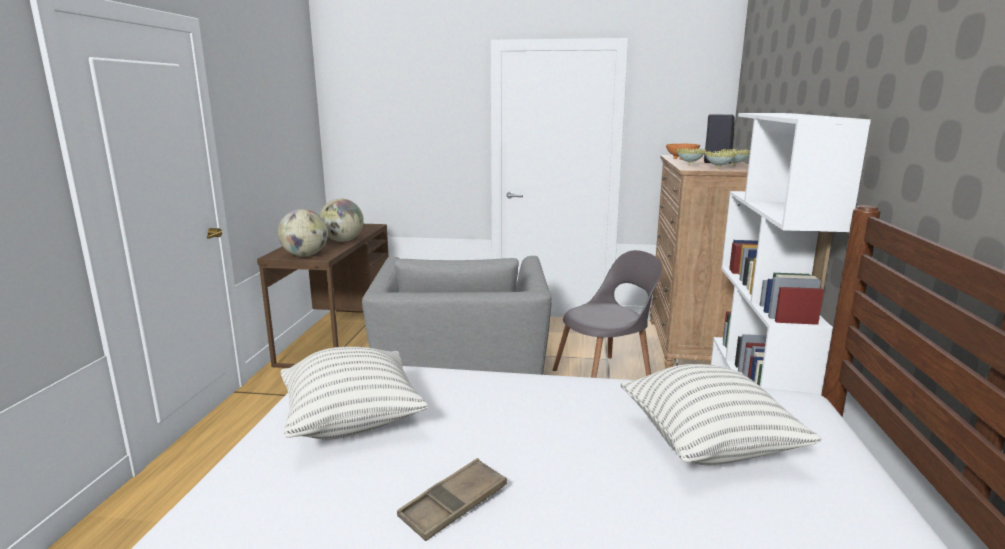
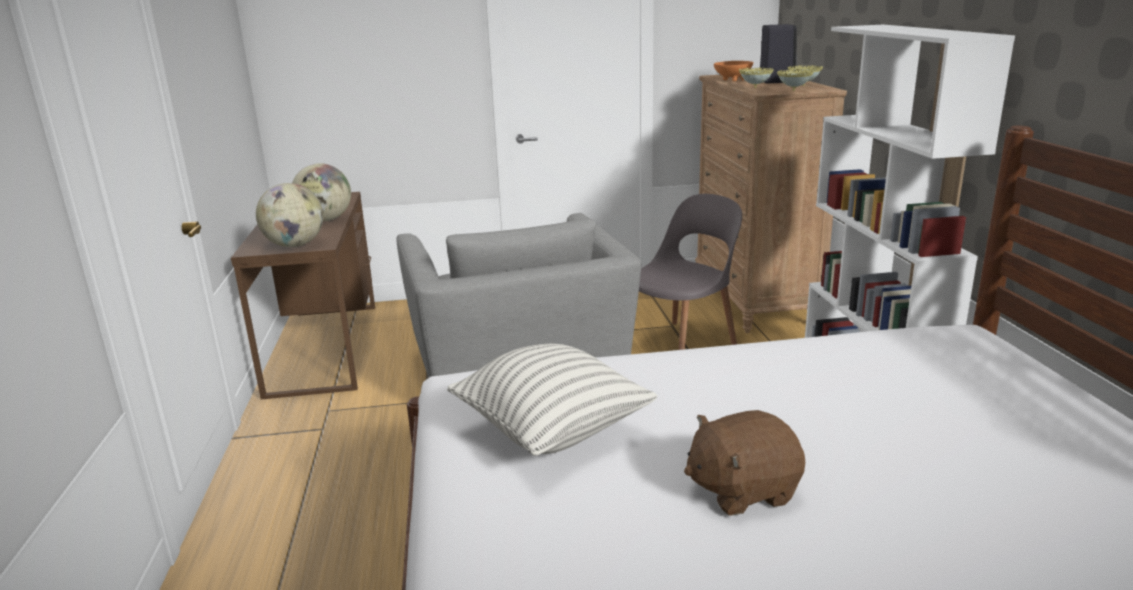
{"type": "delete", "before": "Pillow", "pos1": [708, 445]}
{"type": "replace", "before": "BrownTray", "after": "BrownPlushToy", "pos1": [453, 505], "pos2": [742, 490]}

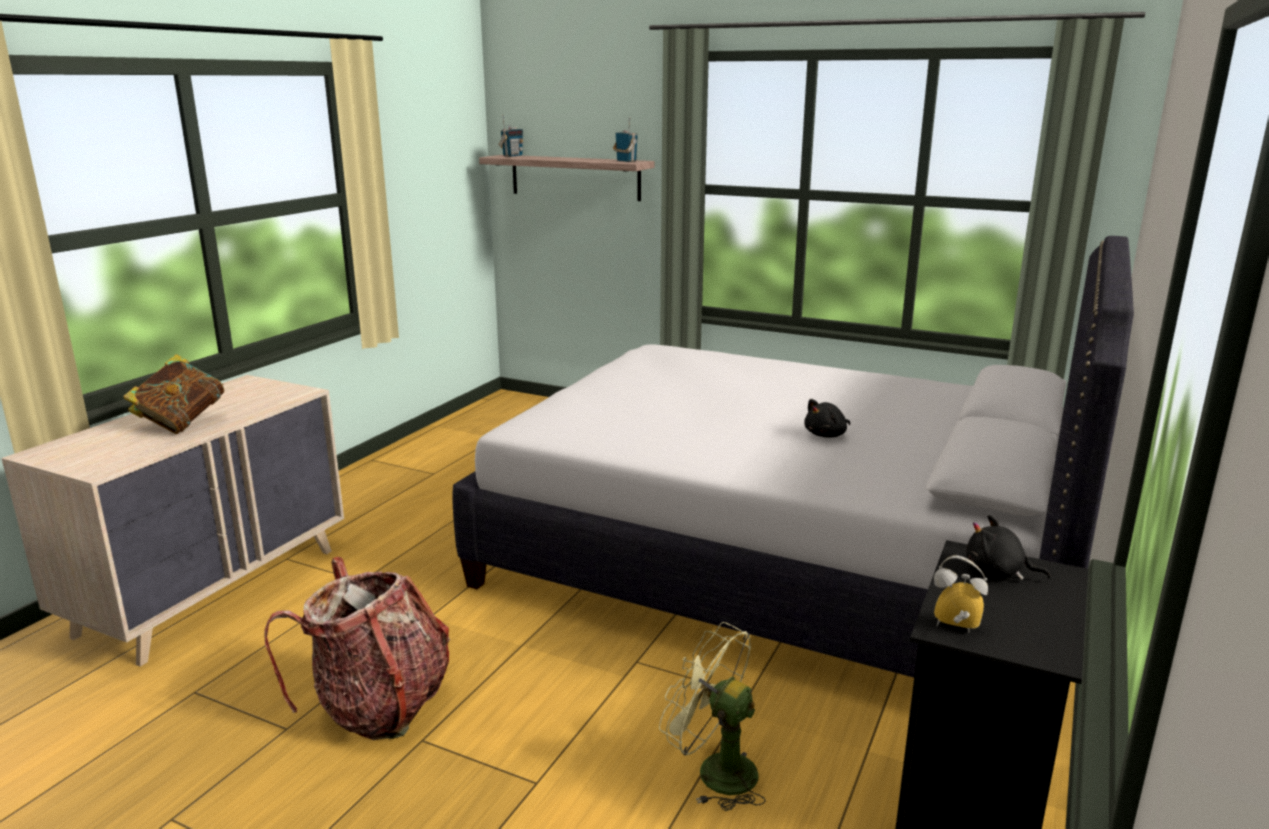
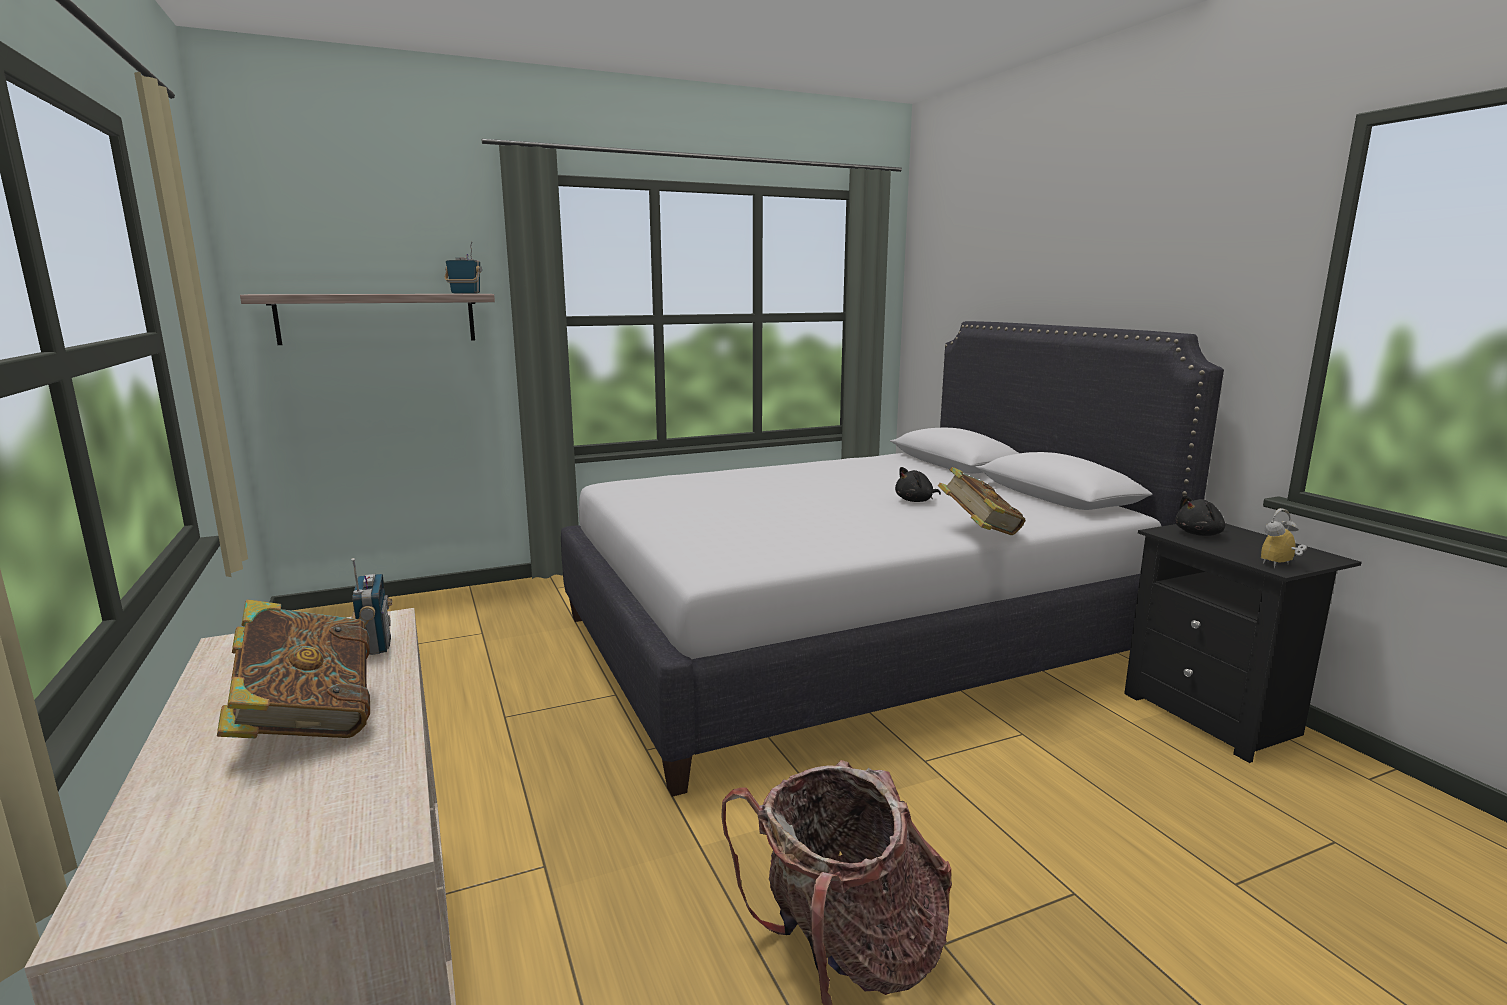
{"type": "delete", "before": "GreenFan", "pos1": [714, 771]}
{"type": "insert", "after": "Book", "pos2": [979, 532]}
{"type": "move", "before": "Radio", "pos1": [512, 156], "pos2": [374, 645]}
{"type": "rotate", "before": "BlackPlushToy", "pos1": [827, 435], "pos2": [916, 501], "turn": 60}

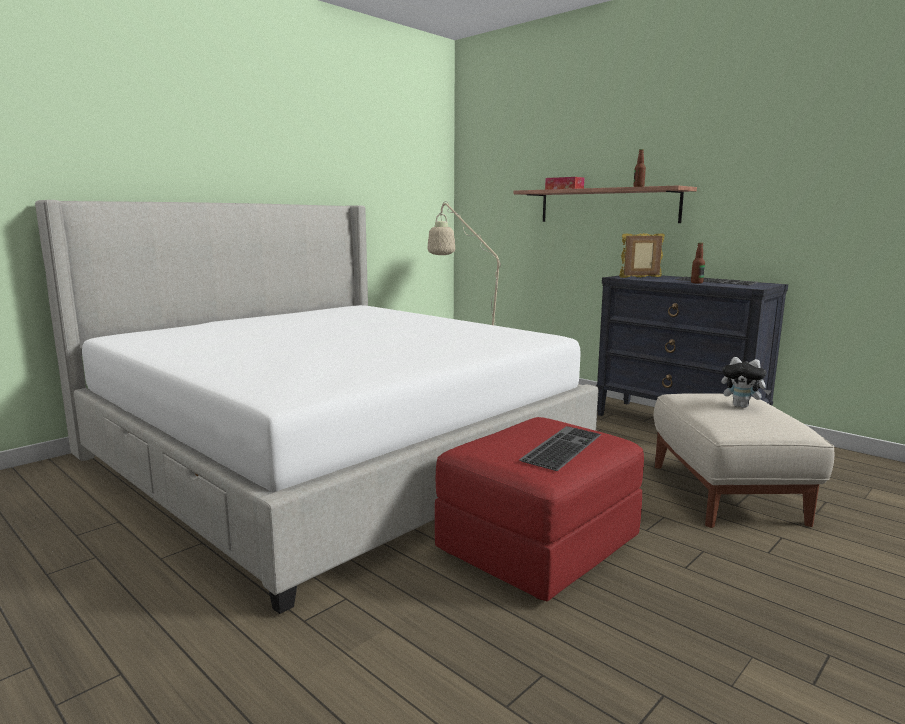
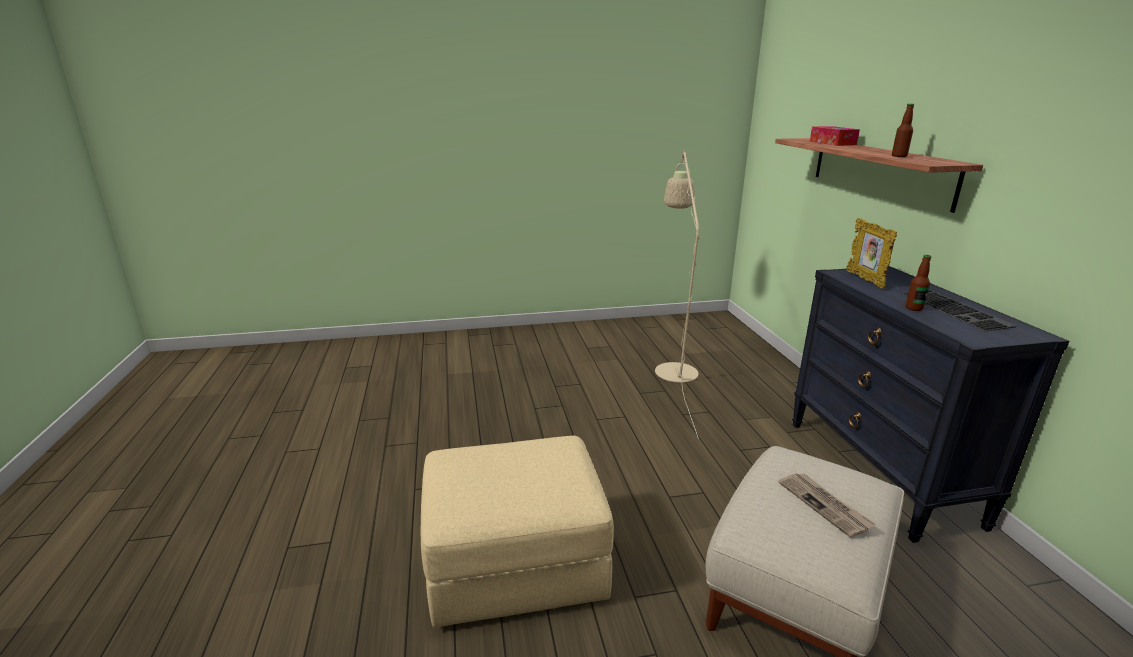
{"type": "delete", "before": "Bed", "pos1": [332, 456]}
{"type": "delete", "before": "Keyboard", "pos1": [560, 447]}
{"type": "replace", "before": "PlushToy", "after": "Newspaper", "pos1": [742, 406], "pos2": [825, 505]}
{"type": "recolor", "before": "RedOttoman", "after": "BeigeOttoman", "pos1": [538, 545], "pos2": [516, 563]}
{"type": "rotate", "before": "PictureFrame", "pos1": [640, 277], "pos2": [865, 280], "turn": -120}

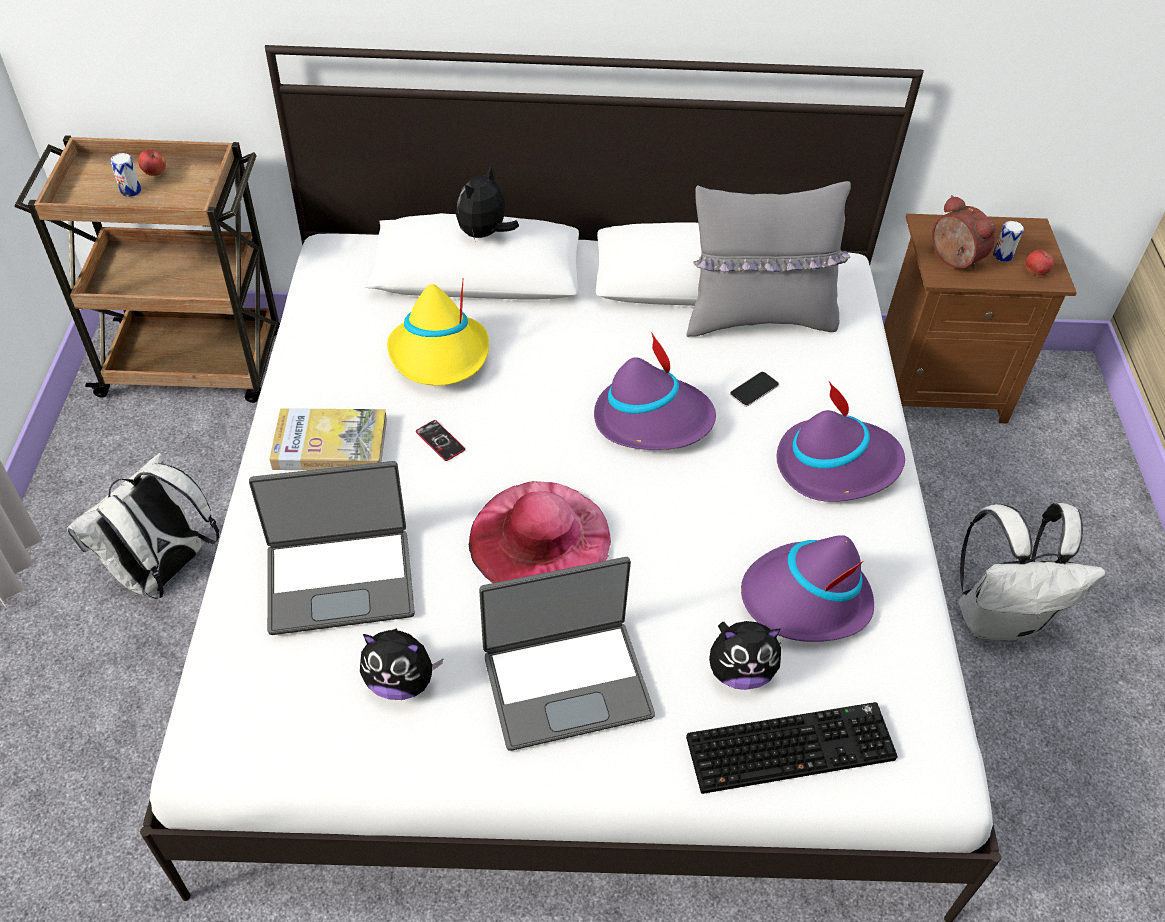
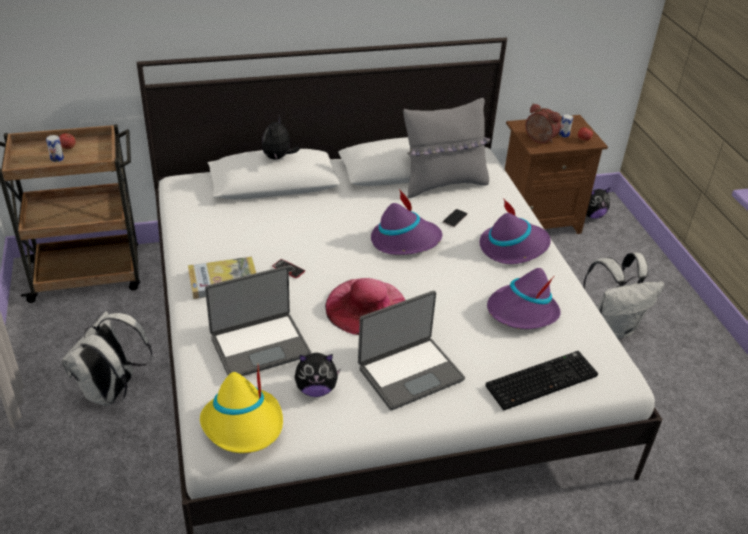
{"type": "move", "before": "YellowHat", "pos1": [440, 356], "pos2": [244, 425]}
{"type": "move", "before": "PlushToy", "pos1": [739, 672], "pos2": [592, 215]}

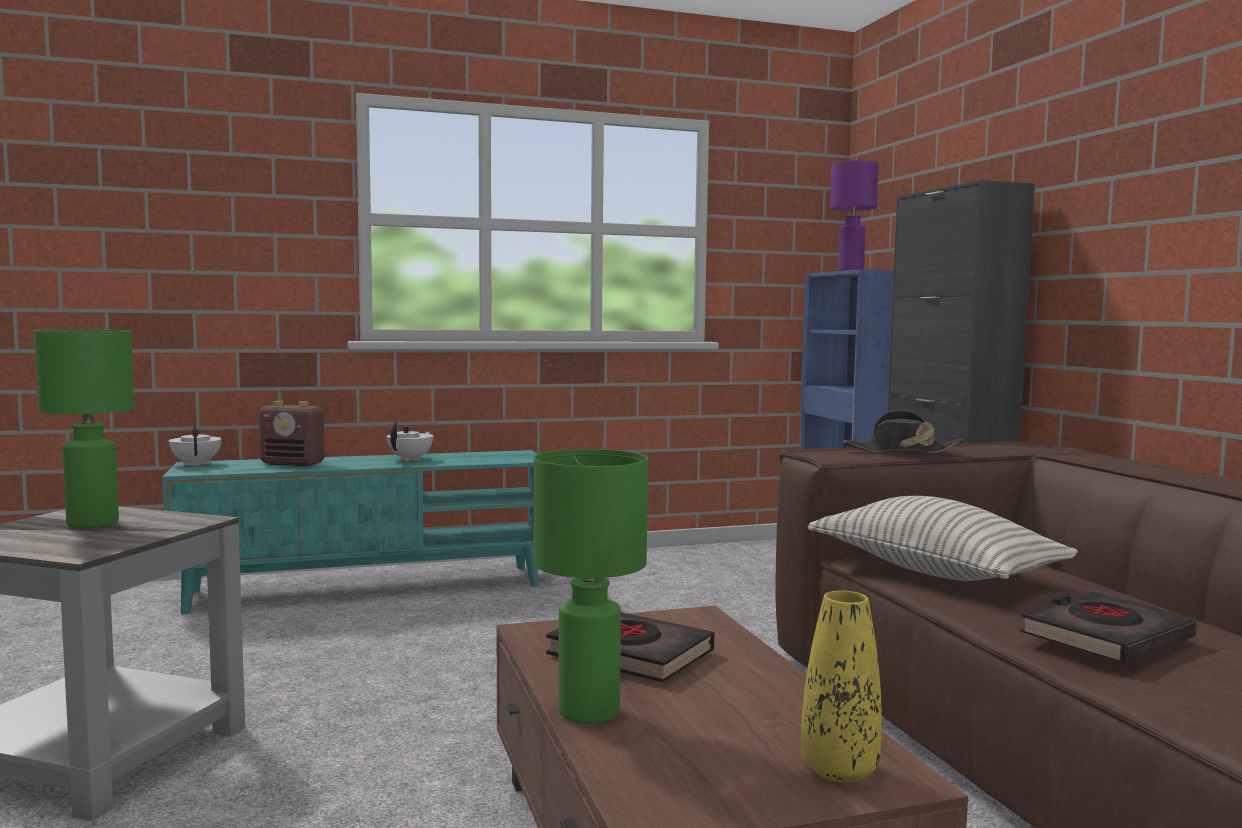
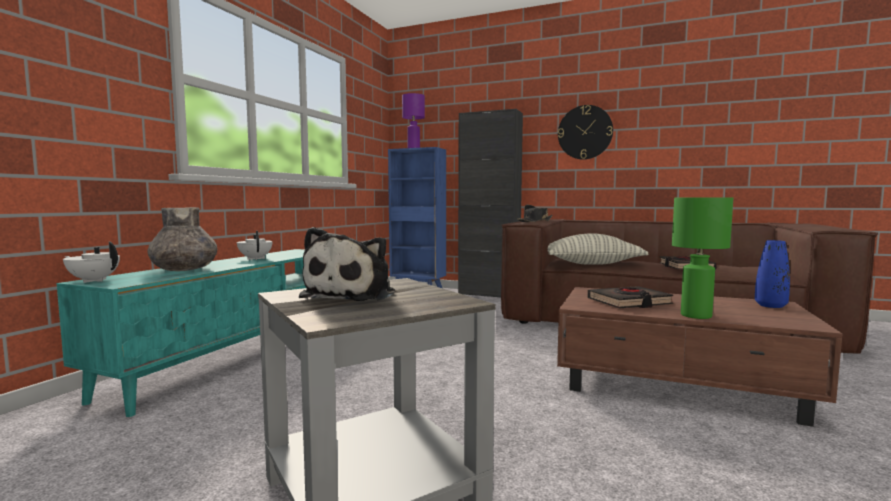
{"type": "insert", "after": "WallClock", "pos2": [585, 132]}
{"type": "replace", "before": "GreenTableLamp", "after": "PlushToy", "pos1": [94, 523], "pos2": [353, 295]}
{"type": "replace", "before": "Radio", "after": "GreyVase", "pos1": [293, 464], "pos2": [185, 270]}
{"type": "recolor", "before": "YellowVase", "after": "BlueVase", "pos1": [839, 770], "pos2": [770, 306]}

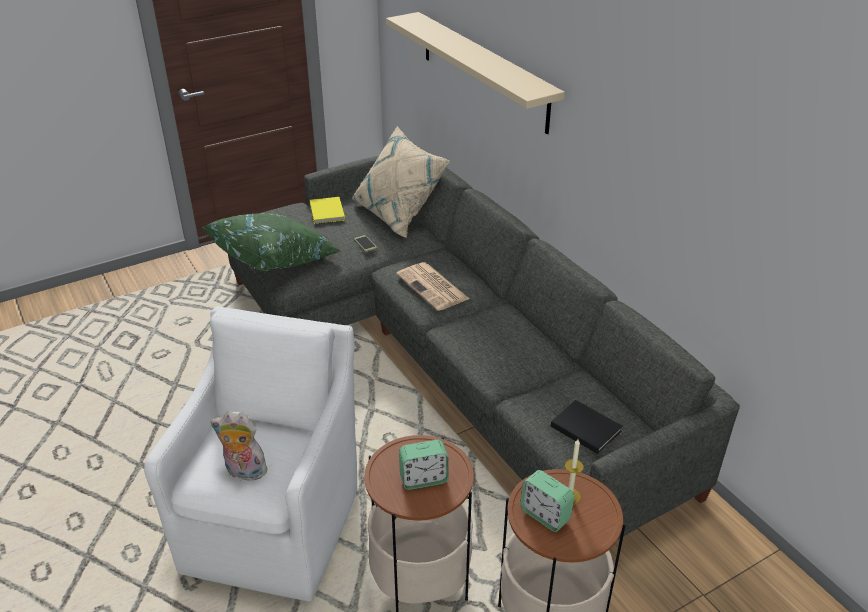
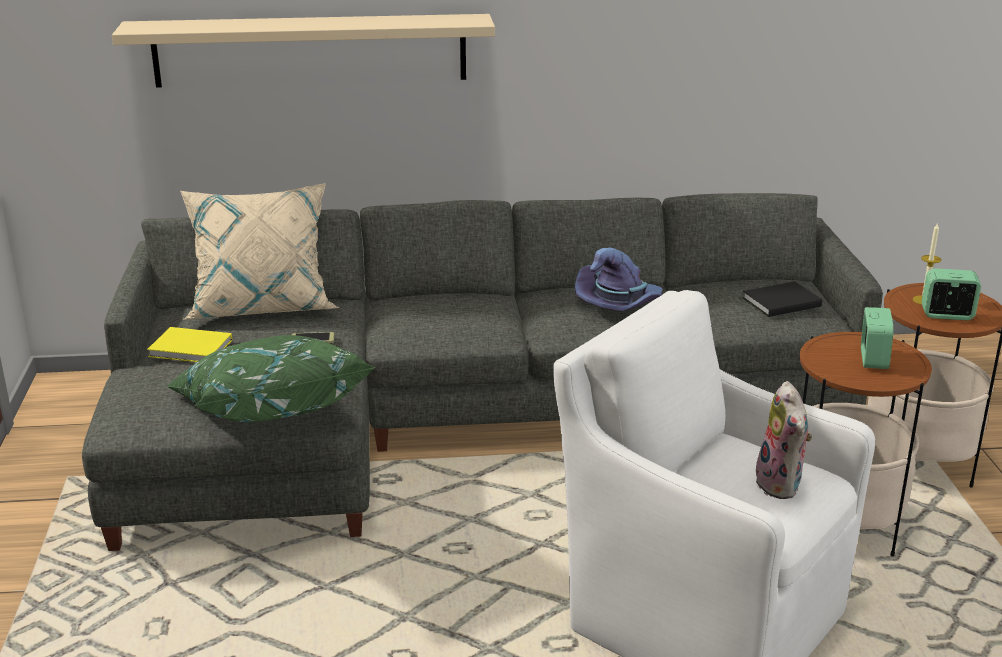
{"type": "delete", "before": "Newspaper", "pos1": [433, 287]}
{"type": "insert", "after": "PurpleHat", "pos2": [619, 305]}
{"type": "rotate", "before": "PlushToy", "pos1": [244, 472], "pos2": [782, 485], "turn": -45}
{"type": "rotate", "before": "AlarmClock", "pos1": [545, 515], "pos2": [947, 315], "turn": -150}

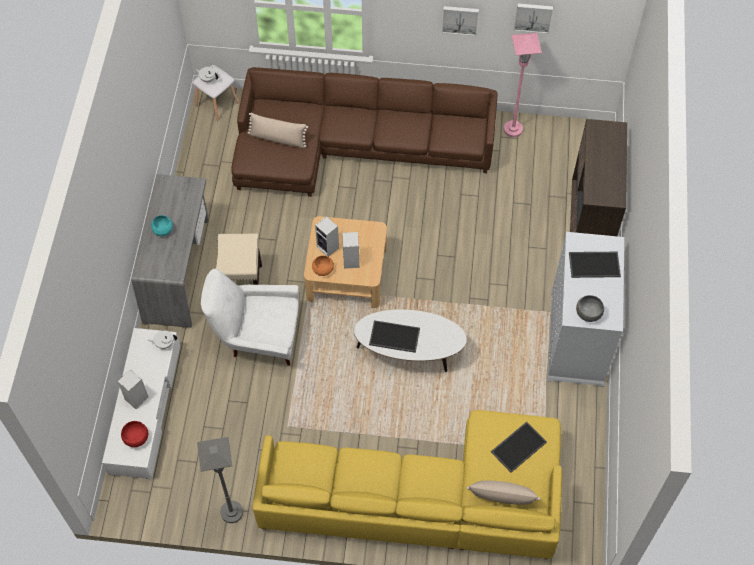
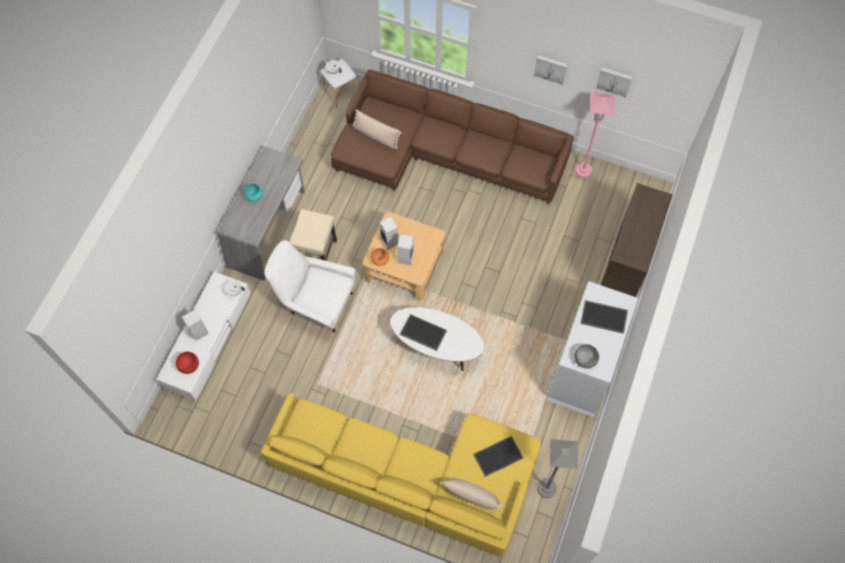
{"type": "move", "before": "GreyFloorLamp", "pos1": [231, 512], "pos2": [546, 488]}

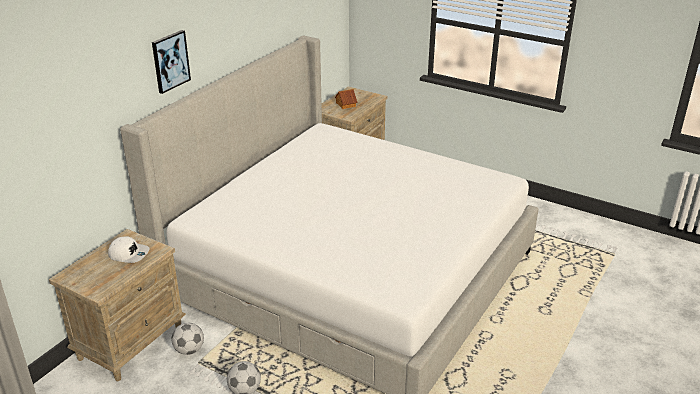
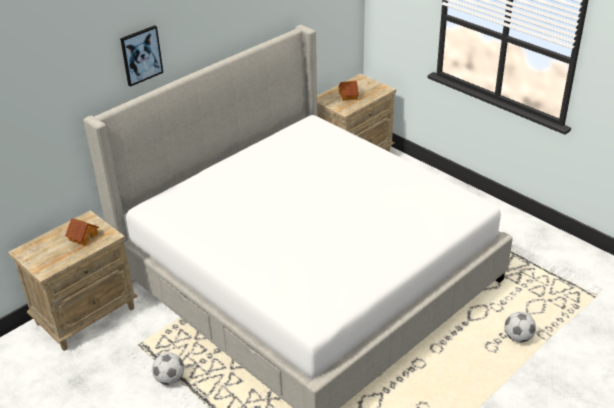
{"type": "move", "before": "Football", "pos1": [189, 350], "pos2": [518, 337]}
{"type": "replace", "before": "WhiteCap", "after": "ToyHouse", "pos1": [129, 254], "pos2": [83, 237]}

